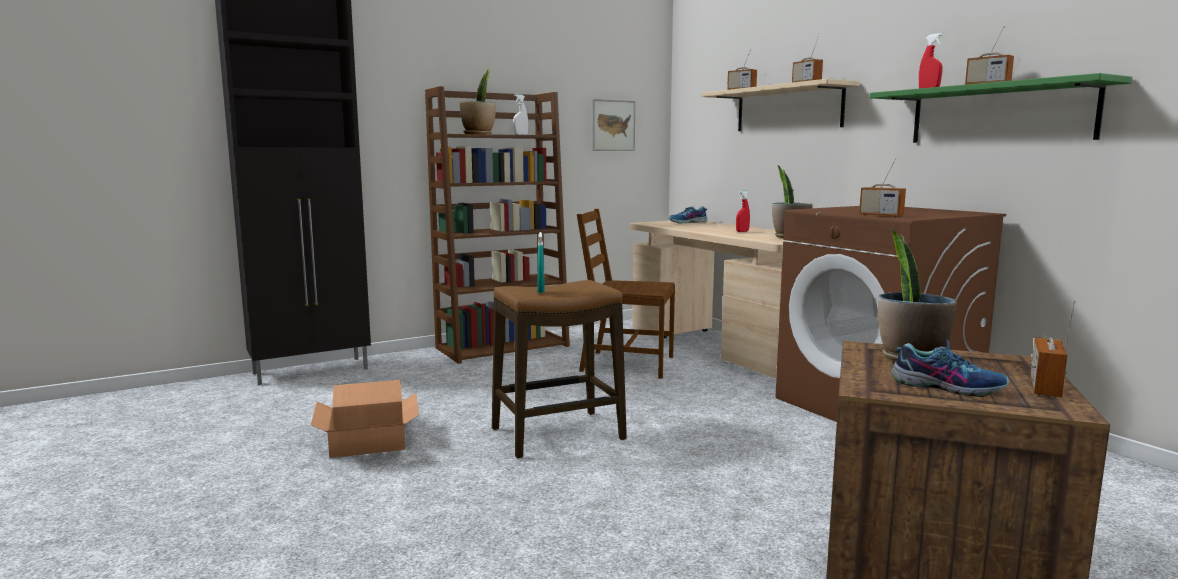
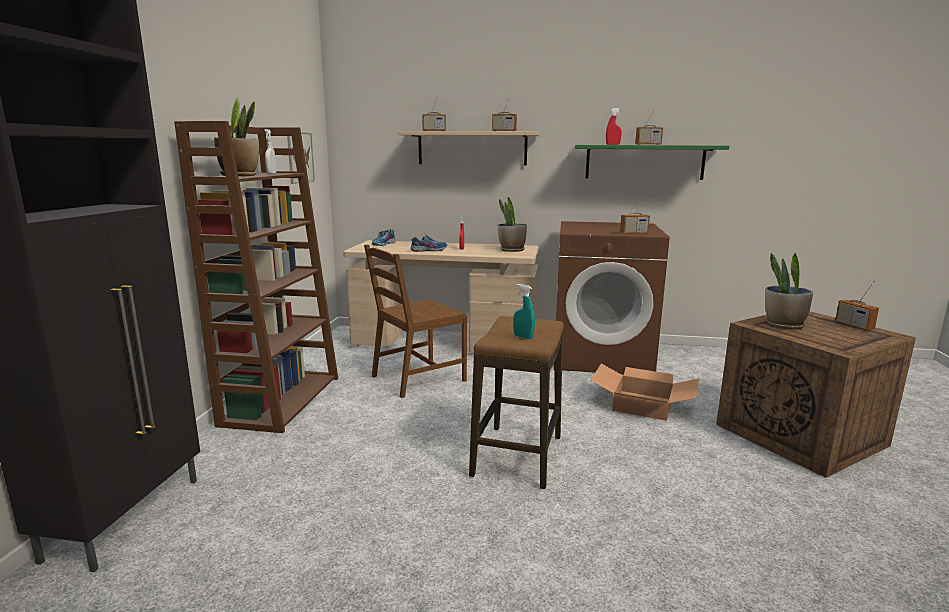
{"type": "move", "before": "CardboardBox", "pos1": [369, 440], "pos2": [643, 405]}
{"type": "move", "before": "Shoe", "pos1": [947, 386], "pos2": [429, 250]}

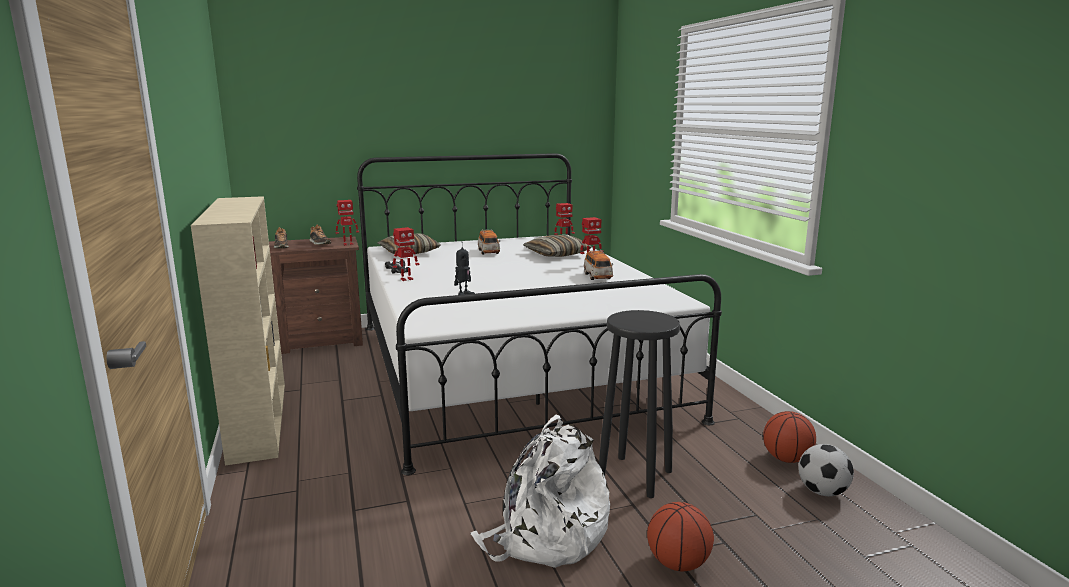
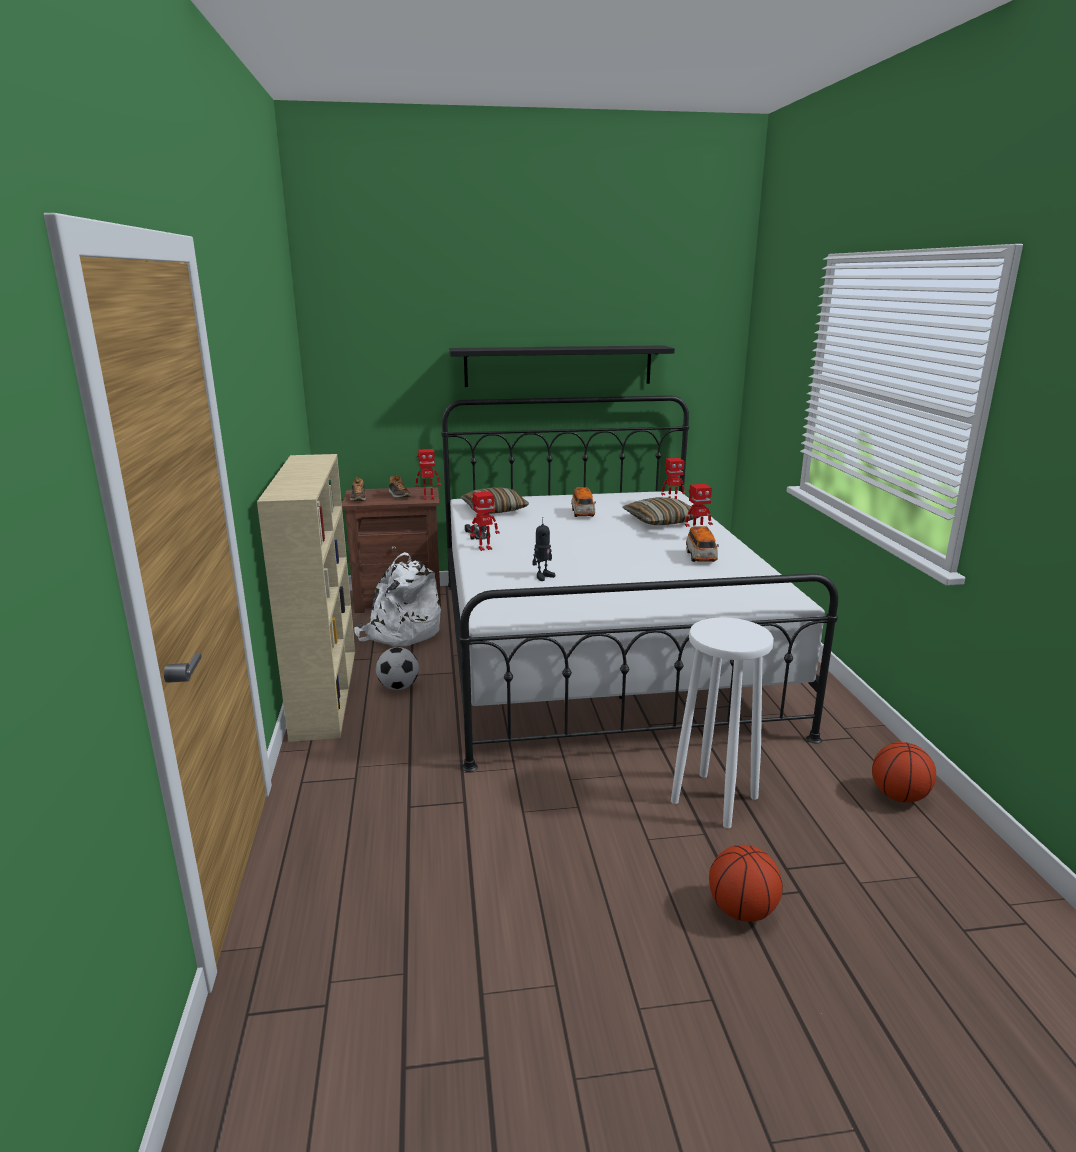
{"type": "insert", "after": "BlackShelf", "pos2": [558, 366]}
{"type": "move", "before": "WhiteBackpack", "pos1": [546, 536], "pos2": [401, 633]}
{"type": "move", "before": "Football", "pos1": [822, 492], "pos2": [398, 687]}
{"type": "recolor", "before": "BlackStool", "after": "WhiteStool", "pos1": [636, 476], "pos2": [715, 800]}

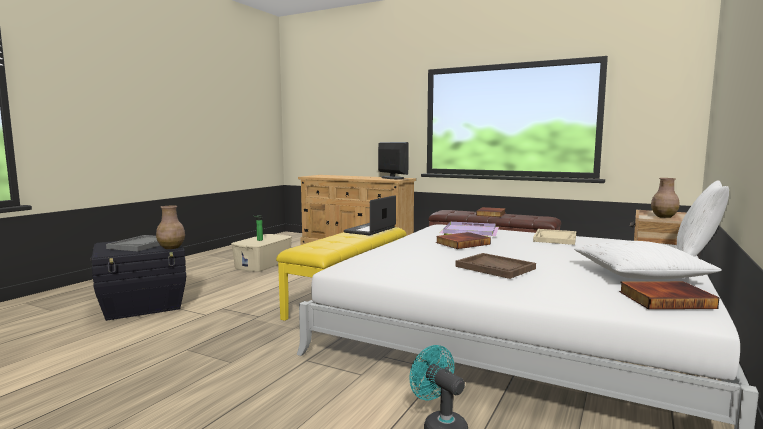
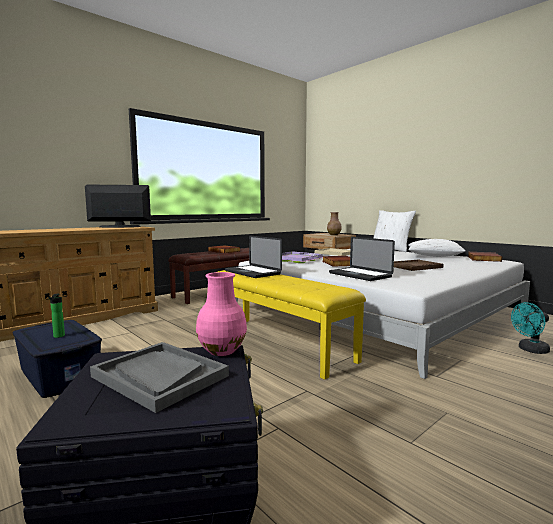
{"type": "insert", "after": "Laptop", "pos2": [359, 275]}
{"type": "recolor", "before": "BrownVase", "after": "PinkVase", "pos1": [171, 247], "pos2": [222, 350]}
{"type": "recolor", "before": "BeigeStorageBox", "after": "BlueStorageBox", "pos1": [263, 264], "pos2": [60, 374]}

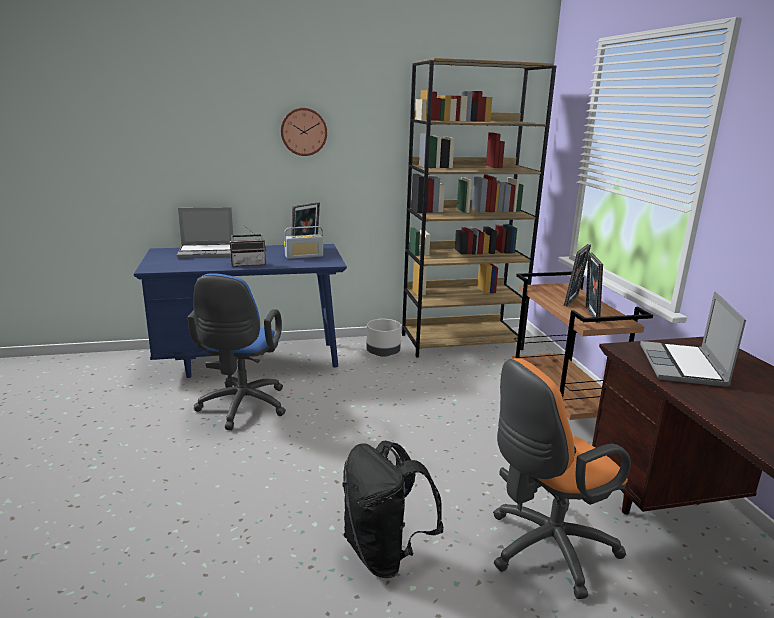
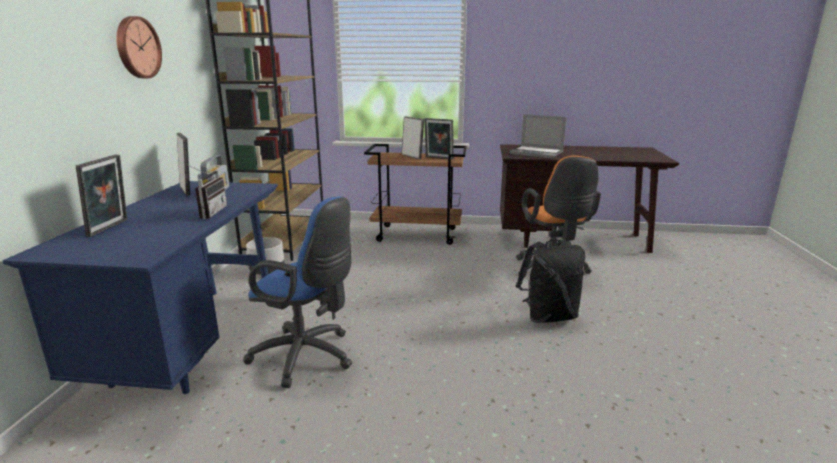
{"type": "replace", "before": "Laptop", "after": "PictureFrame", "pos1": [207, 252], "pos2": [110, 228]}

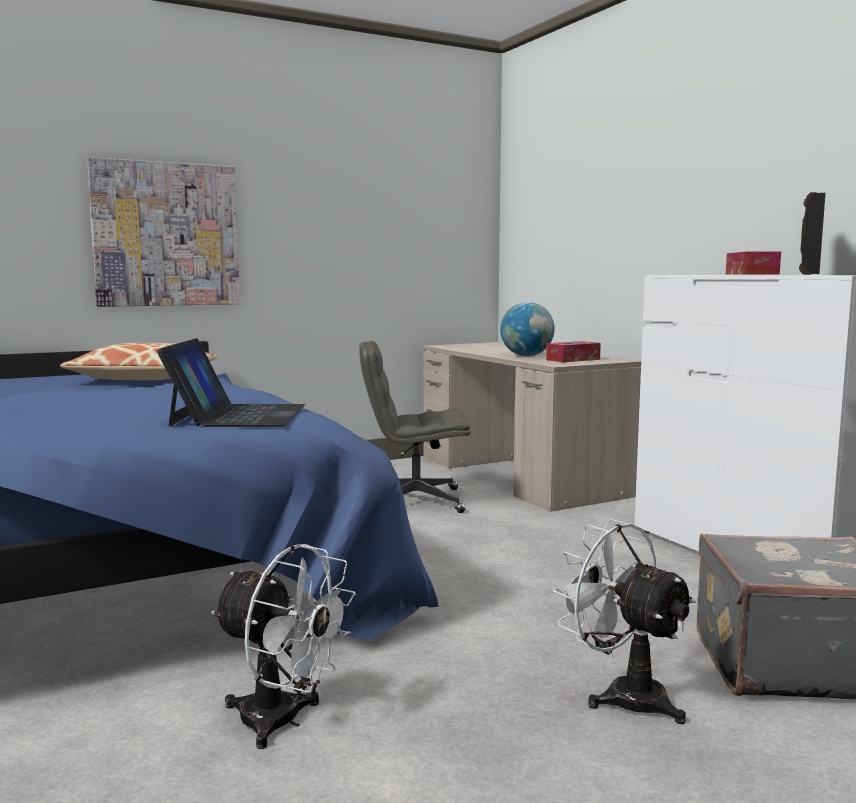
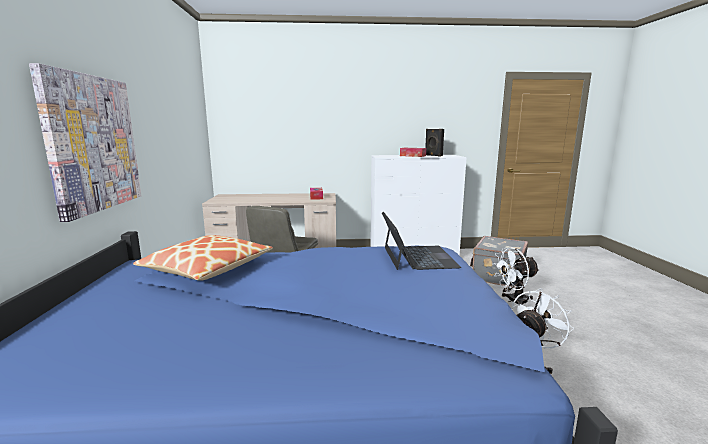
{"type": "delete", "before": "Globe", "pos1": [526, 356]}
{"type": "rotate", "before": "Laptop", "pos1": [238, 415], "pos2": [418, 257], "turn": 60}

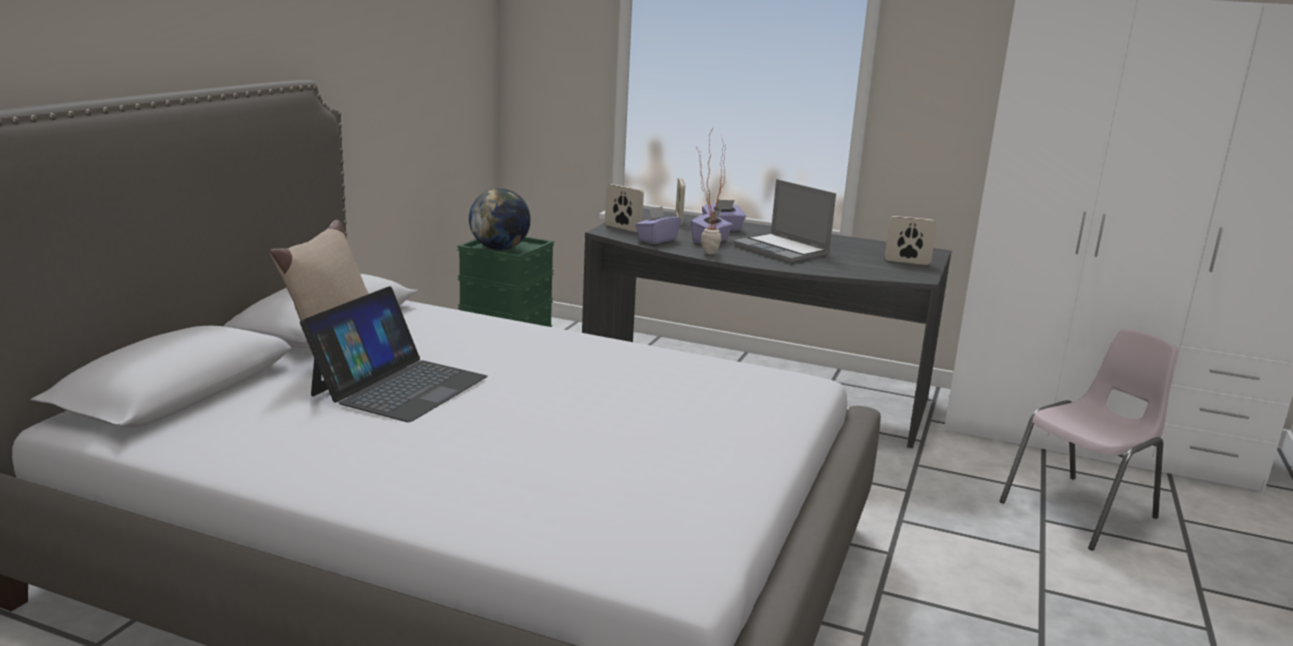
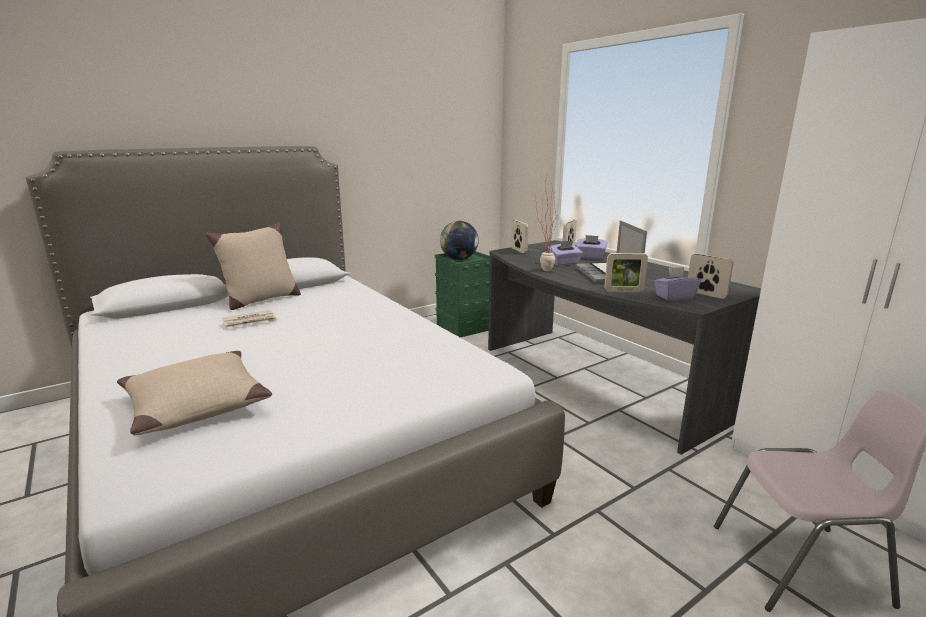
{"type": "insert", "after": "BeigePillow", "pos2": [195, 404]}
{"type": "insert", "after": "PictureFrame", "pos2": [623, 291]}
{"type": "move", "before": "PurpleTissueBox", "pos1": [657, 240], "pos2": [674, 296]}
{"type": "replace", "before": "Laptop", "after": "Newspaper", "pos1": [399, 386], "pos2": [250, 321]}

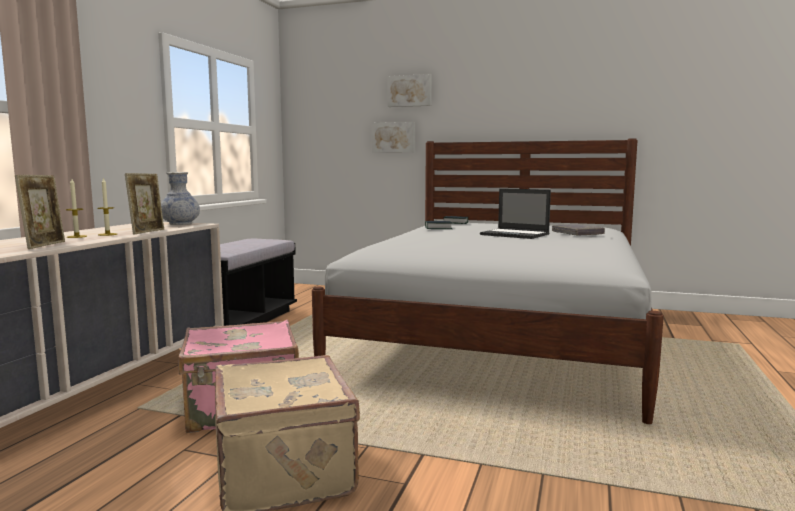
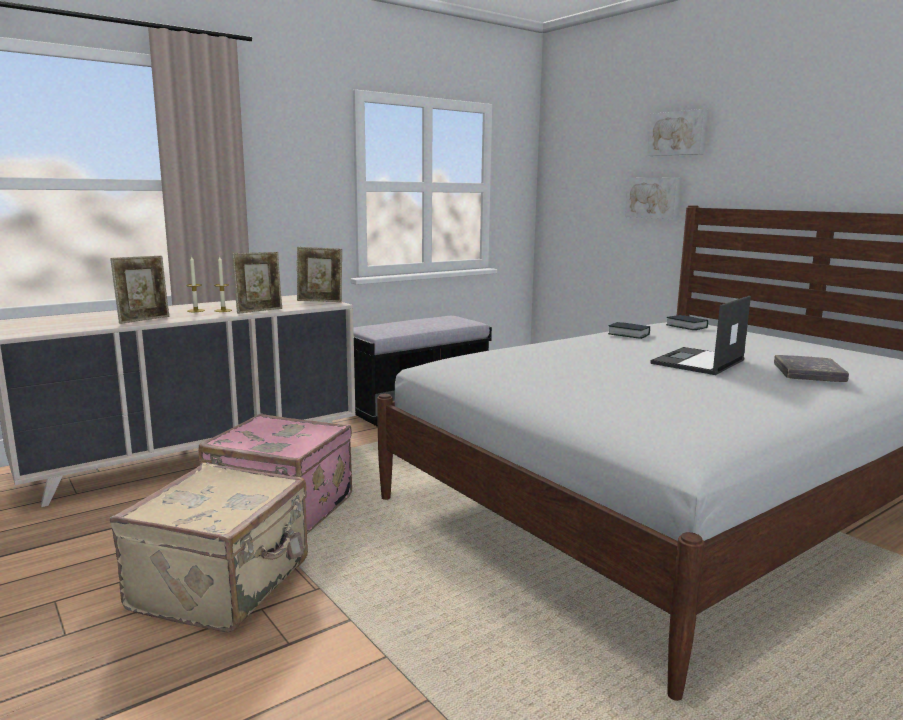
{"type": "replace", "before": "Vase", "after": "PictureFrame", "pos1": [180, 224], "pos2": [320, 301]}
{"type": "rotate", "before": "Laptop", "pos1": [515, 234], "pos2": [698, 362], "turn": 60}

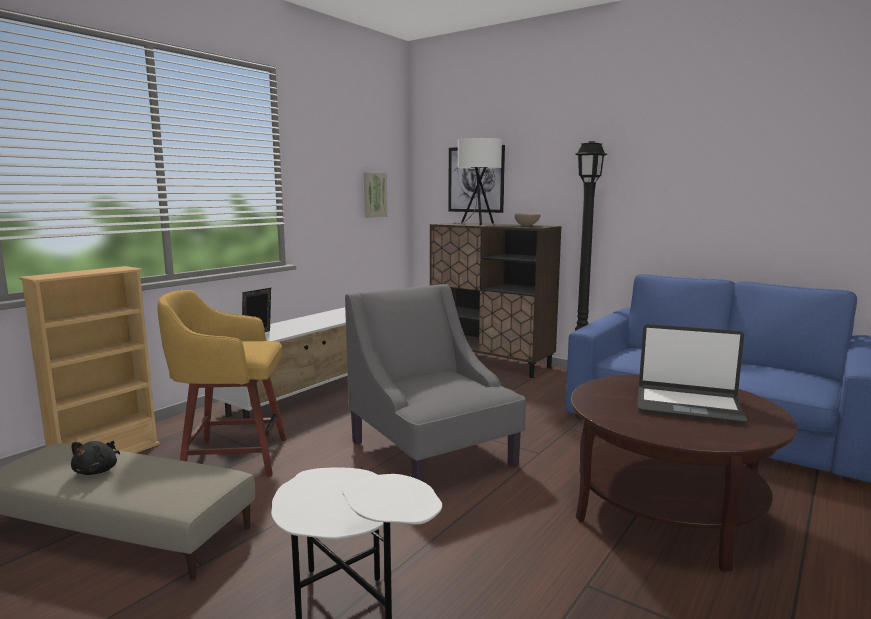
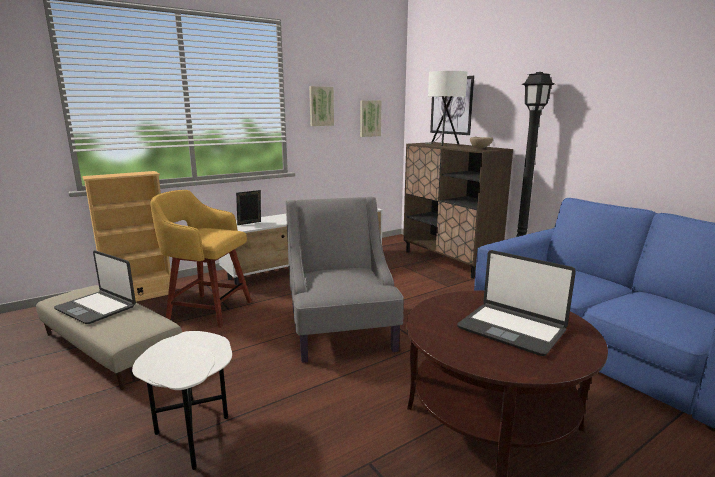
{"type": "insert", "after": "Picture", "pos2": [321, 106]}
{"type": "replace", "before": "BlackPlushToy", "after": "Laptop", "pos1": [98, 471], "pos2": [96, 308]}

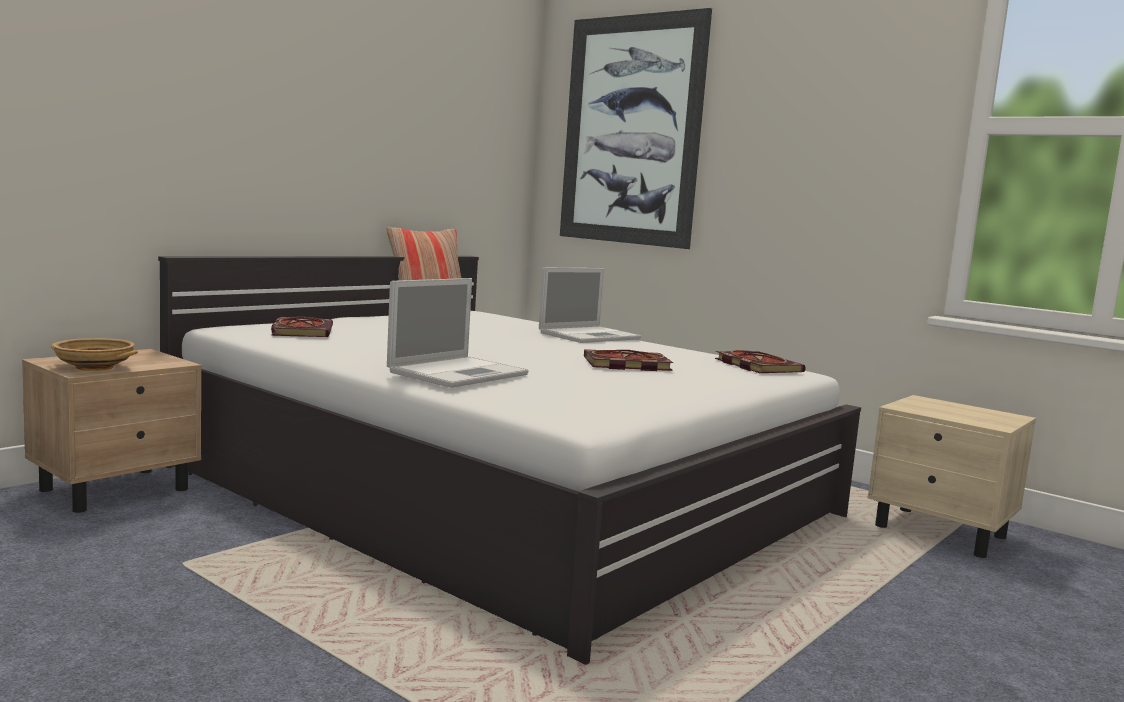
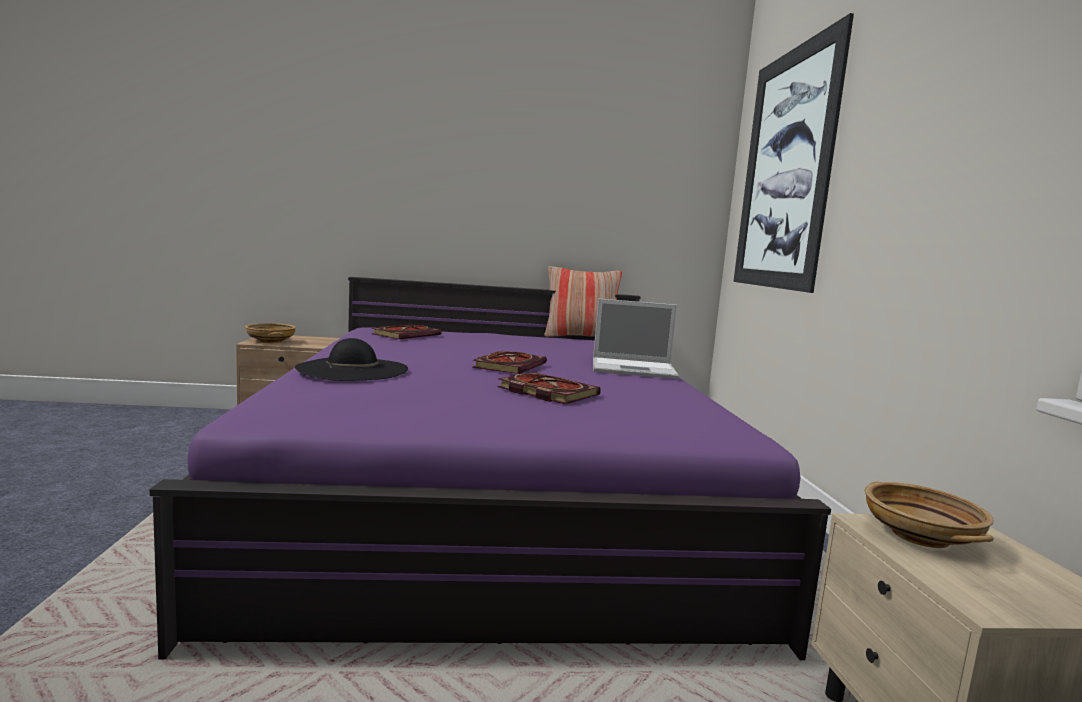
{"type": "insert", "after": "BeigeBowl", "pos2": [921, 536]}
{"type": "move", "before": "Book", "pos1": [755, 366], "pos2": [509, 365]}
{"type": "replace", "before": "Laptop", "after": "BlackHat", "pos1": [459, 373], "pos2": [352, 369]}
{"type": "recolor", "before": "WhiteBed", "after": "PurpleBed", "pos1": [499, 490], "pos2": [493, 493]}

